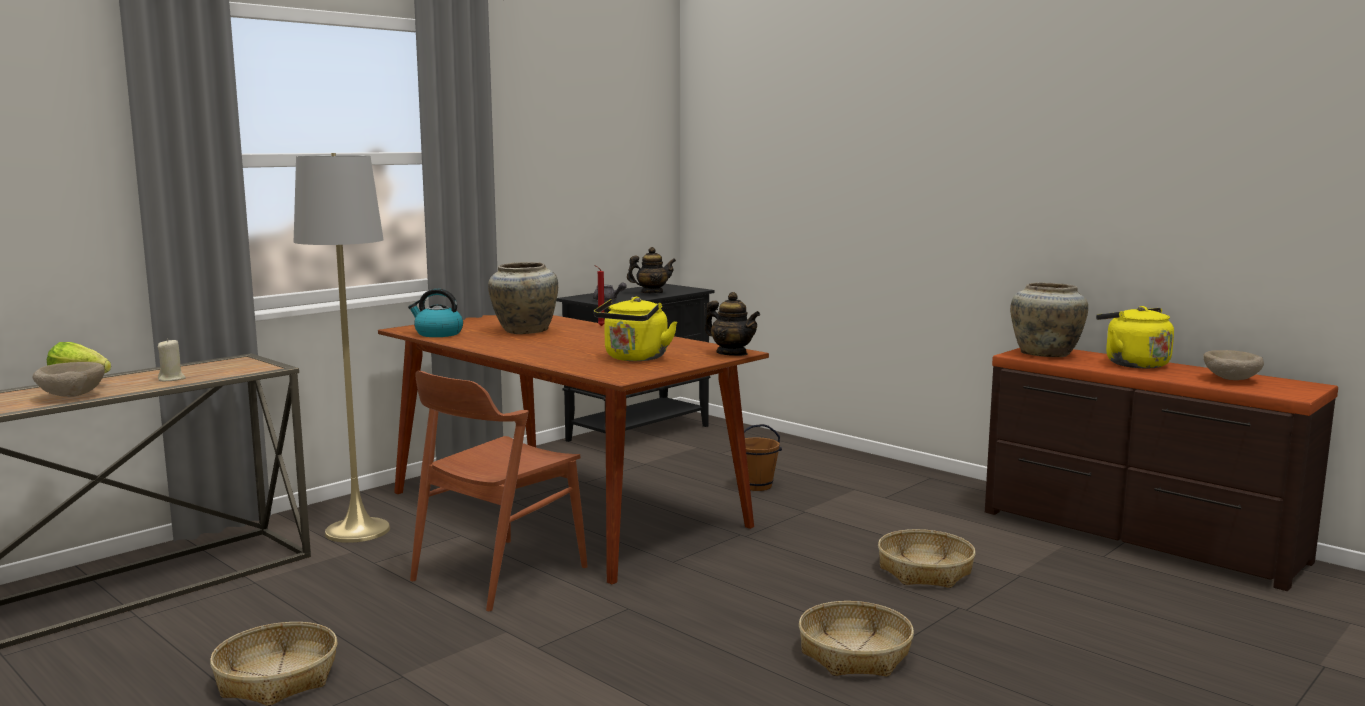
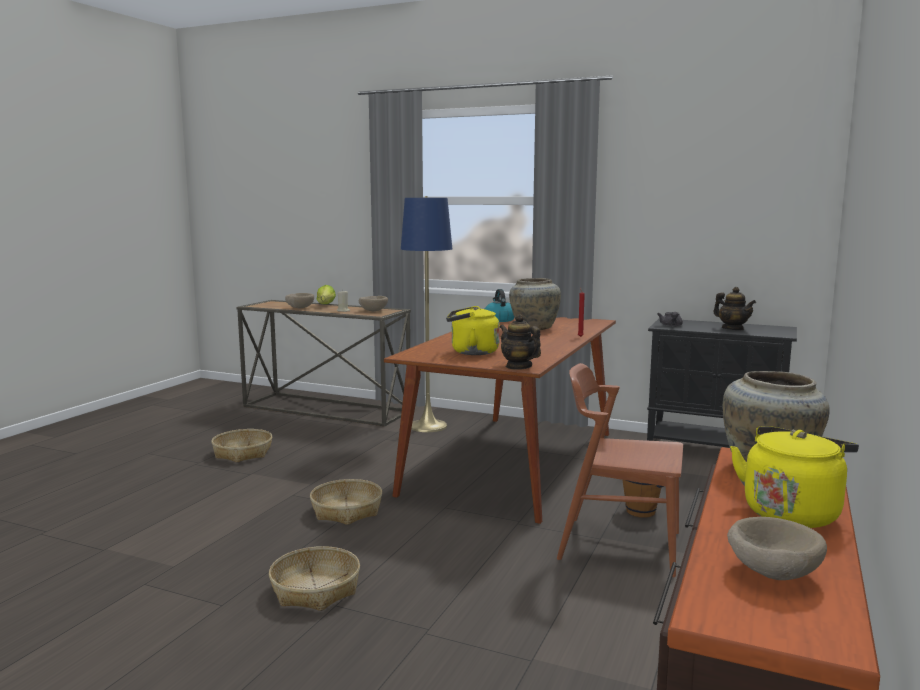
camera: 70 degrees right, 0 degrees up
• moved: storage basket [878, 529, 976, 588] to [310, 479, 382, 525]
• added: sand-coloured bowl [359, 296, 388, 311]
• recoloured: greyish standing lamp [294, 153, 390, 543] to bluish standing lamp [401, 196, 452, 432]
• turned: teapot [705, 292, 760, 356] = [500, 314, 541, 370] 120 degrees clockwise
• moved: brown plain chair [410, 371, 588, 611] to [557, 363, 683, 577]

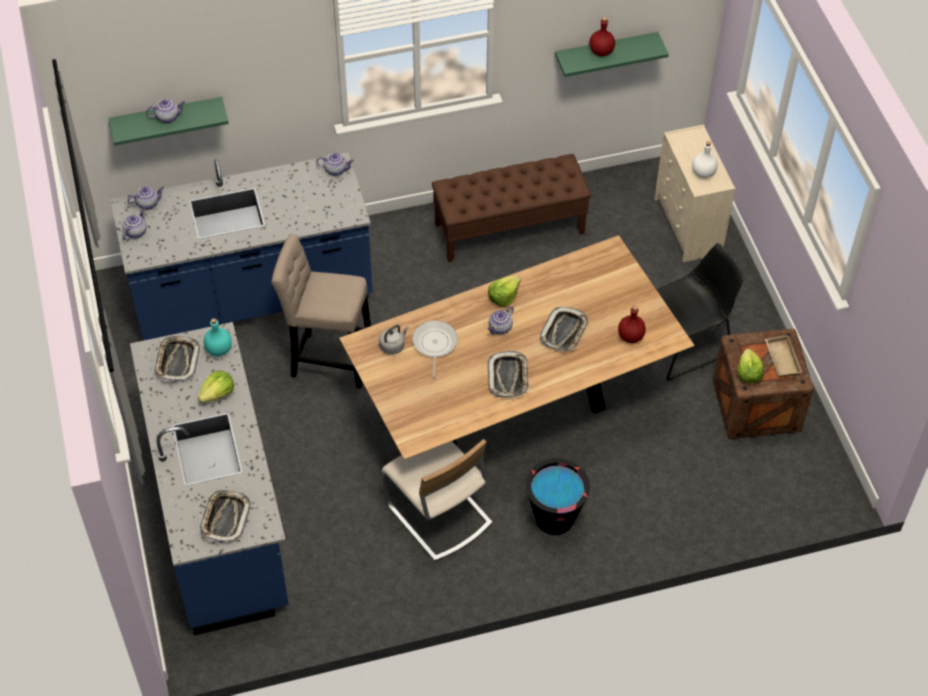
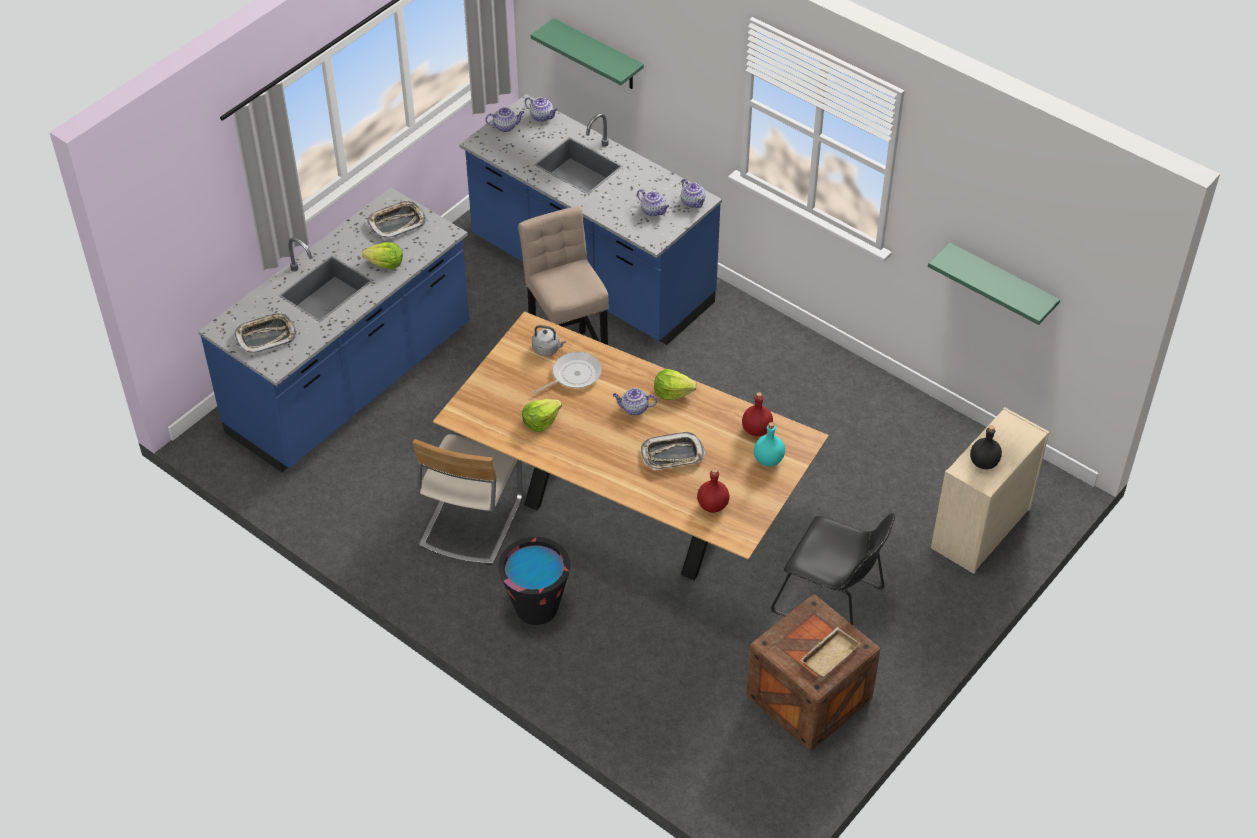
camera: 55 degrees right, 5 degrees down
• moved: head of lettuce [737, 349, 764, 383] to [522, 399, 562, 432]
• moved: teapot [146, 99, 185, 123] to [637, 189, 669, 216]
• moved: red beverage bottle [589, 17, 615, 56] to [742, 392, 773, 437]
• moved: turquoise beverage bottle [204, 318, 232, 356] to [754, 422, 785, 467]
• recoloured: white-coloured beverage bottle [692, 141, 718, 178] to blackish beverage bottle [970, 425, 1002, 469]
• removed: brown indoor bench [432, 154, 591, 262]
• removed: serving tray [488, 351, 529, 398]

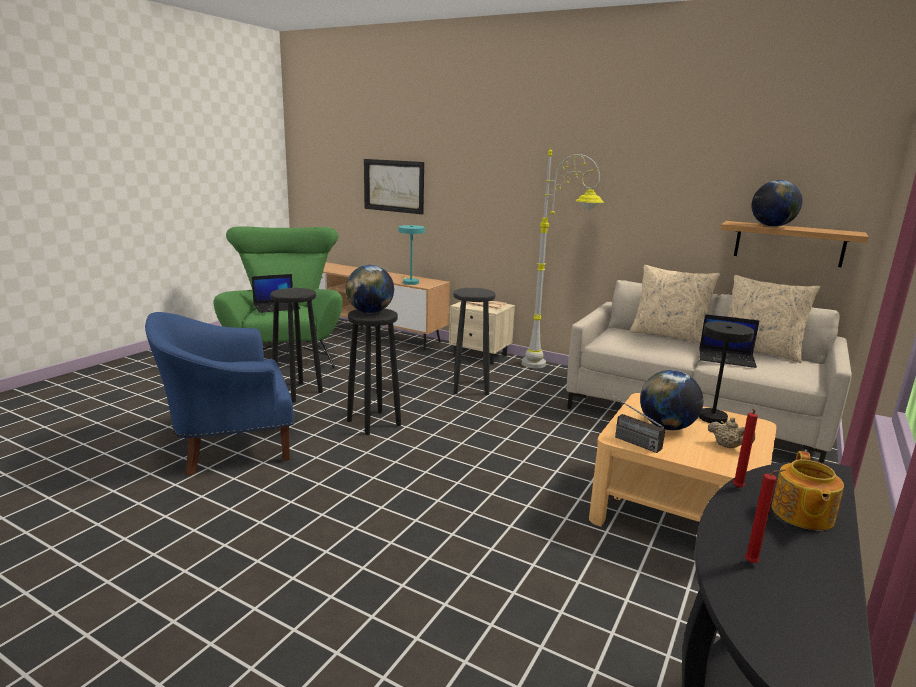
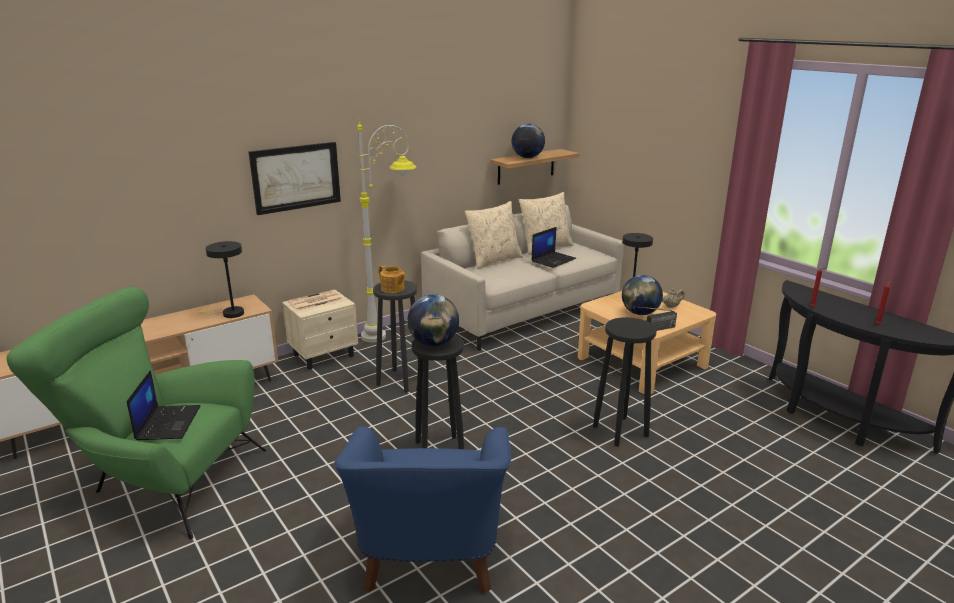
camera: 65 degrees left, 5 degrees up
• recoloured: turquoise tabletop lamp [398, 225, 425, 285] to blackish tabletop lamp [198, 241, 244, 318]
• moved: wall picture [364, 159, 424, 214] to [248, 142, 341, 215]
• moved: teapot [772, 451, 844, 530] to [379, 265, 407, 293]
• moved: blackish sitting stool [270, 288, 323, 402] to [593, 317, 656, 447]

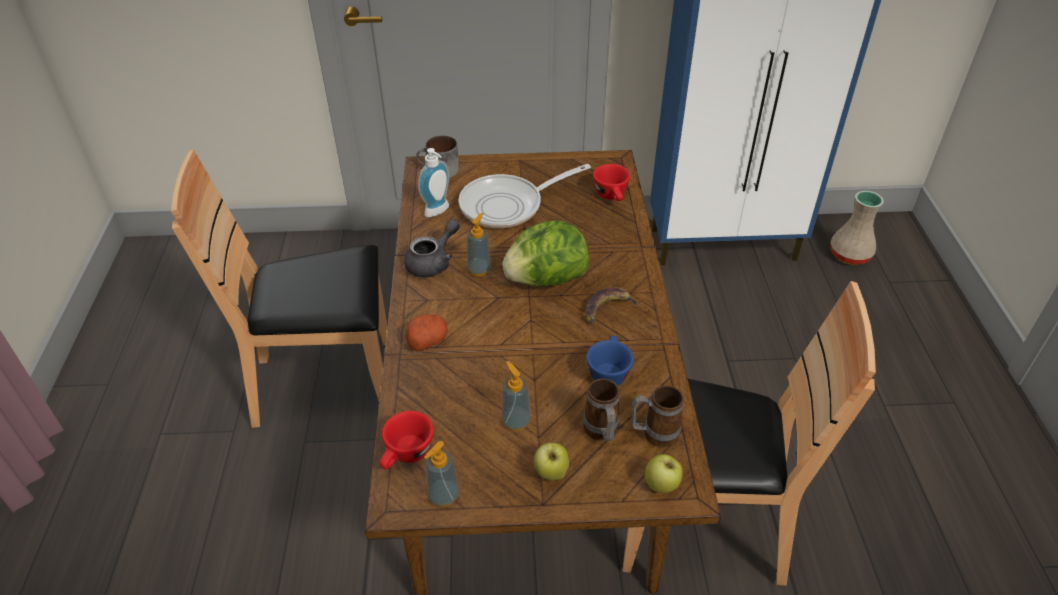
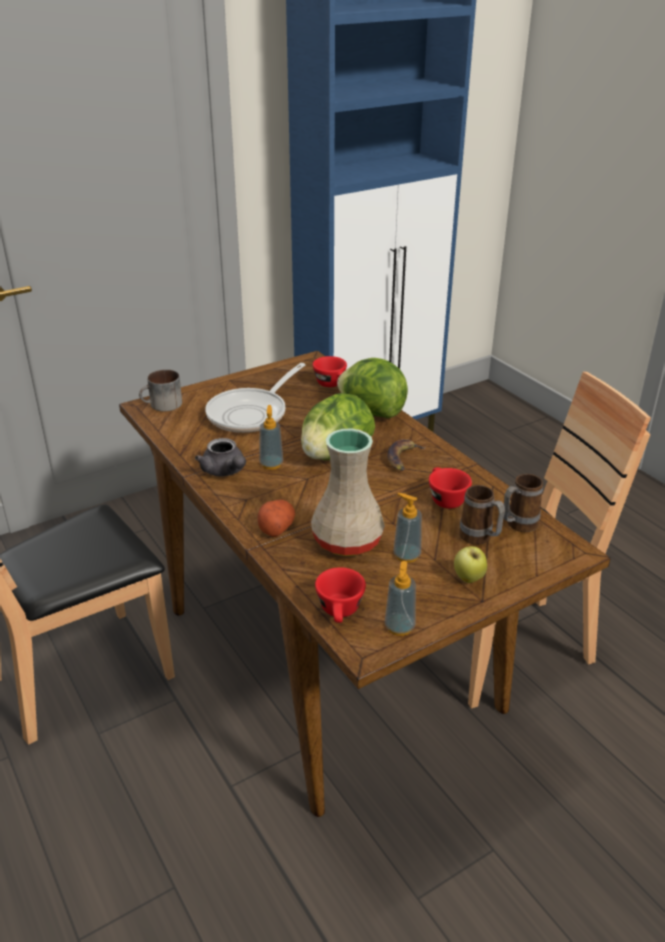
camera: 30 degrees left, 10 degrees down
• turned: greyish teapot [404, 219, 460, 277] = [195, 438, 246, 476] 135 degrees clockwise
• moved: sand-coloured decorative vase [831, 191, 884, 265] to [311, 428, 385, 556]
• added: head of lettuce [337, 358, 408, 418]
• recoloured: bluish small cup [586, 336, 634, 386] to red small cup [429, 467, 472, 509]
• removed: soap bottle [418, 148, 449, 217]
• removed: apple fruit [645, 454, 683, 493]

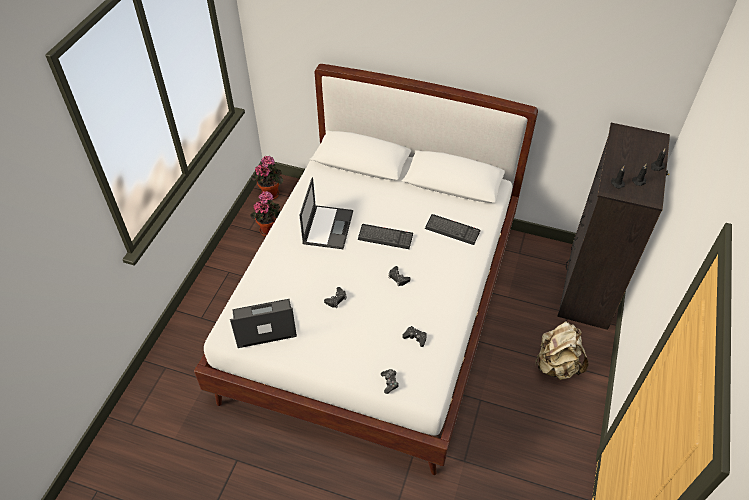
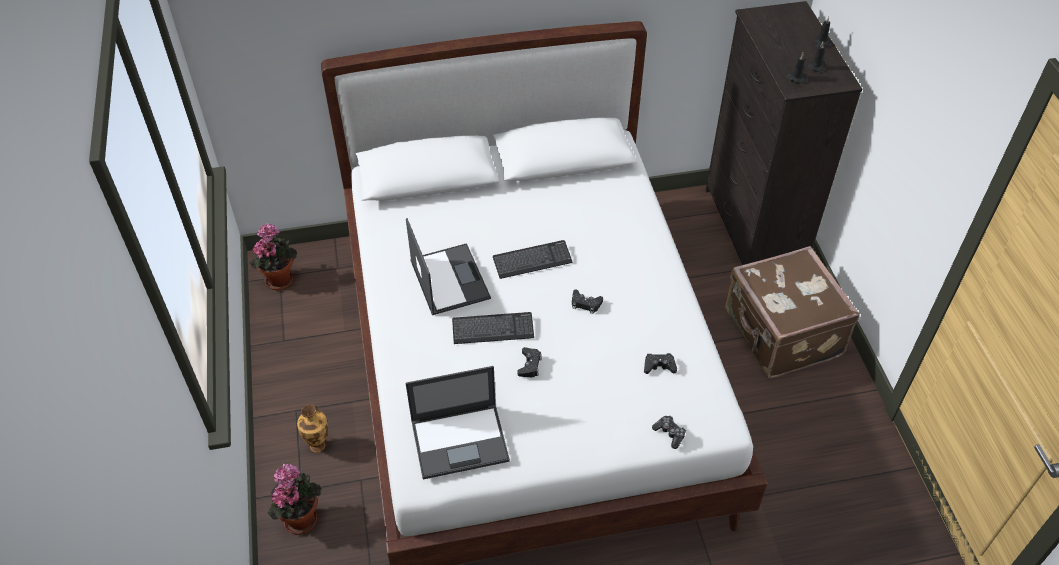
camera: 30 degrees left, 0 degrees up
• moved: plant in a pot [250, 191, 281, 237] to [268, 464, 321, 535]
• added: decorative vase [297, 405, 328, 453]
• turned: notebook computer [230, 299, 297, 348] = [406, 366, 510, 479] 150 degrees counterclockwise
• moved: PC keyboard [425, 214, 480, 245] to [452, 312, 534, 344]
• replaced: sand-coloured rucksack [535, 321, 589, 380] to brown travel case [725, 246, 860, 378]

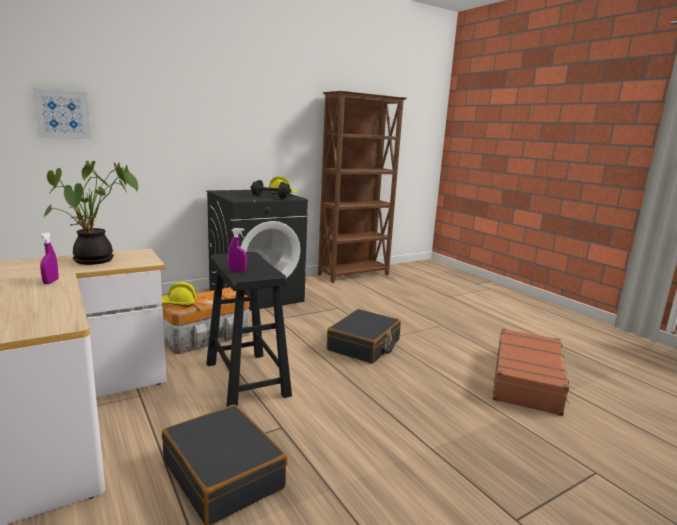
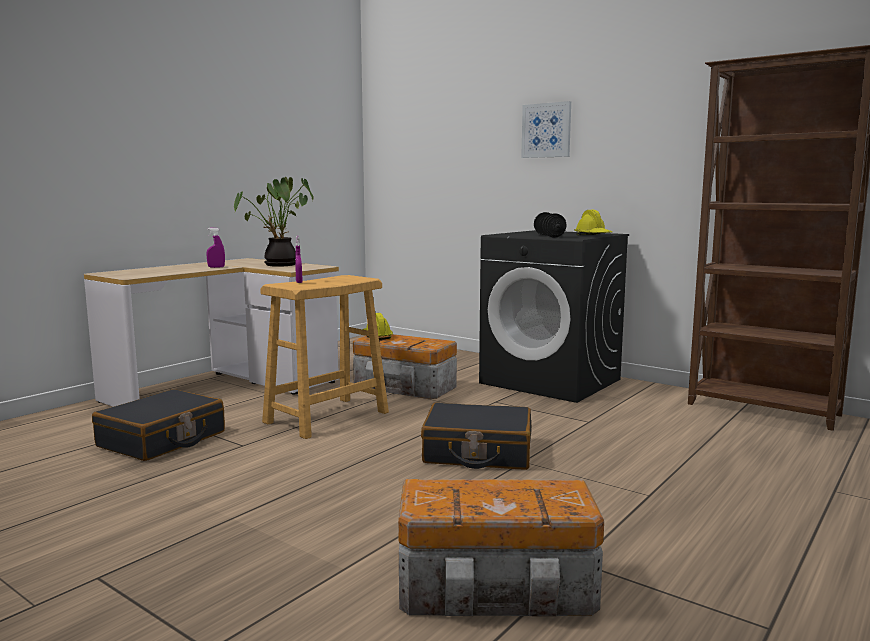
camera: 70 degrees right, 5 degrees down
• recoloured: blackish sitting stool [206, 252, 292, 407] to sand-coloured sitting stool [260, 275, 389, 439]
• replaced: brown travel case [493, 328, 570, 416] to storage container [398, 479, 604, 616]
• moved: wall picture [32, 88, 91, 140] to [521, 101, 571, 158]

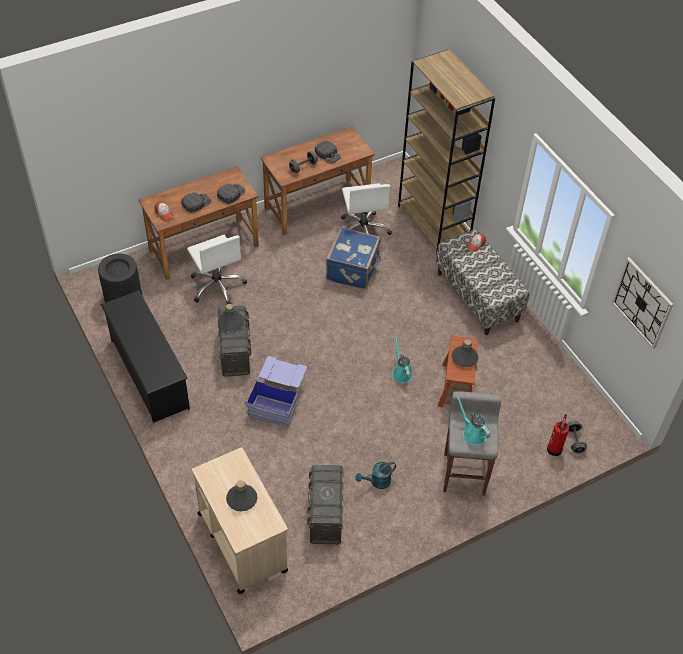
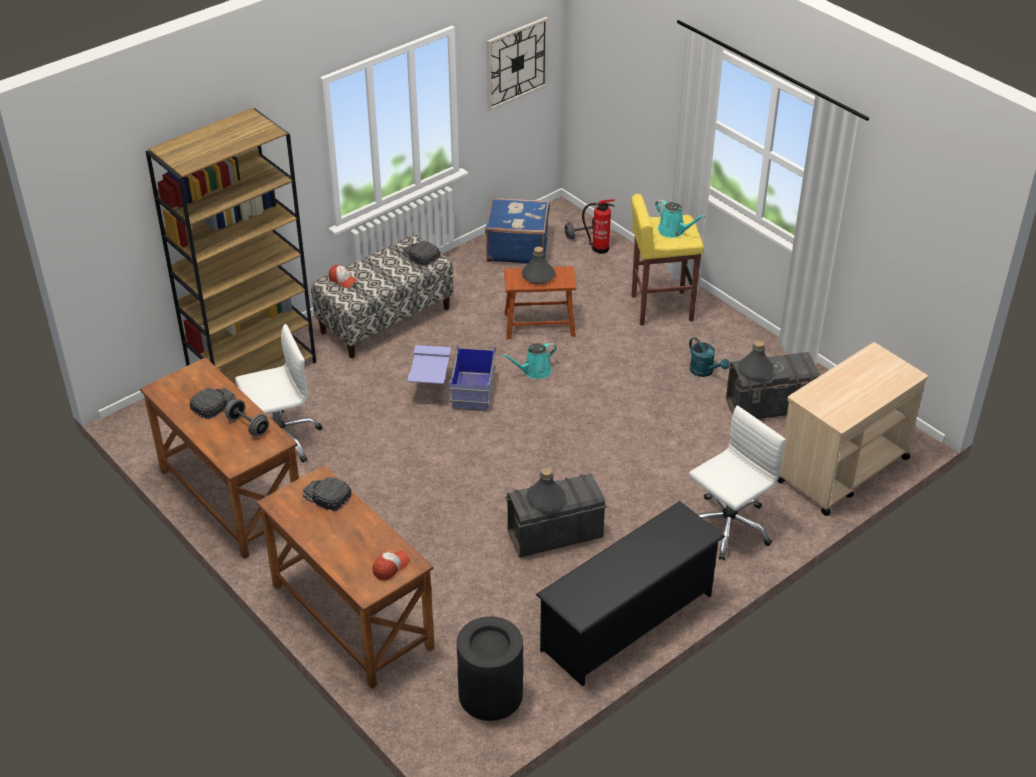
camera: 100 degrees left, 10 degrees down
• moved: blackish baseball cap [181, 192, 211, 213] to [402, 241, 440, 267]
• moved: bluish storage container [244, 356, 307, 427] to [407, 343, 496, 411]
• moved: bluish travel case [326, 227, 381, 289] to [485, 197, 550, 263]
• recoloured: greyish sitting stool [443, 392, 501, 495] to yellow sitting stool [631, 194, 704, 325]
• turned: turquoise sprinkling can [456, 395, 491, 445] = [655, 200, 706, 238] 90 degrees counterclockwise
• moved: white-coloured desk chair [187, 235, 247, 304] to [689, 405, 786, 560]
• moved: greyish beverage bottle [226, 480, 258, 511] to [738, 340, 774, 380]

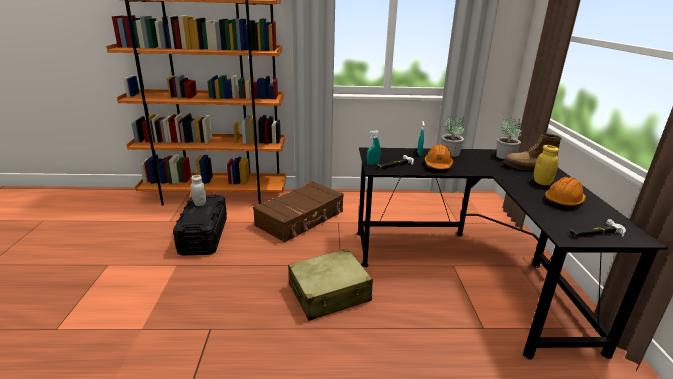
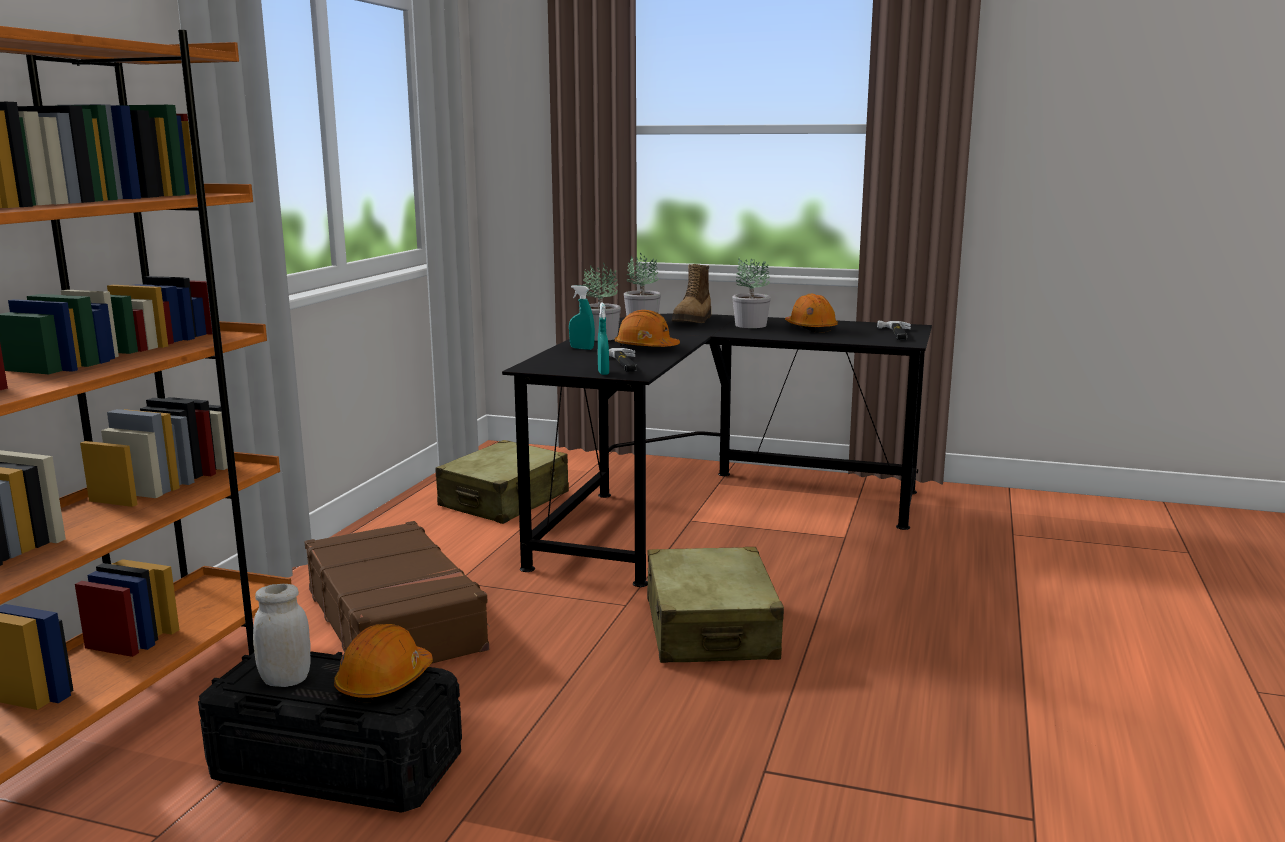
camera: 70 degrees left, 10 degrees down
• added: orangey hard hat [334, 624, 433, 702]
• added: sand-coloured travel case [436, 440, 569, 524]
• replaced: yellow jar [534, 145, 559, 185] to plant in a pot [732, 258, 771, 328]

